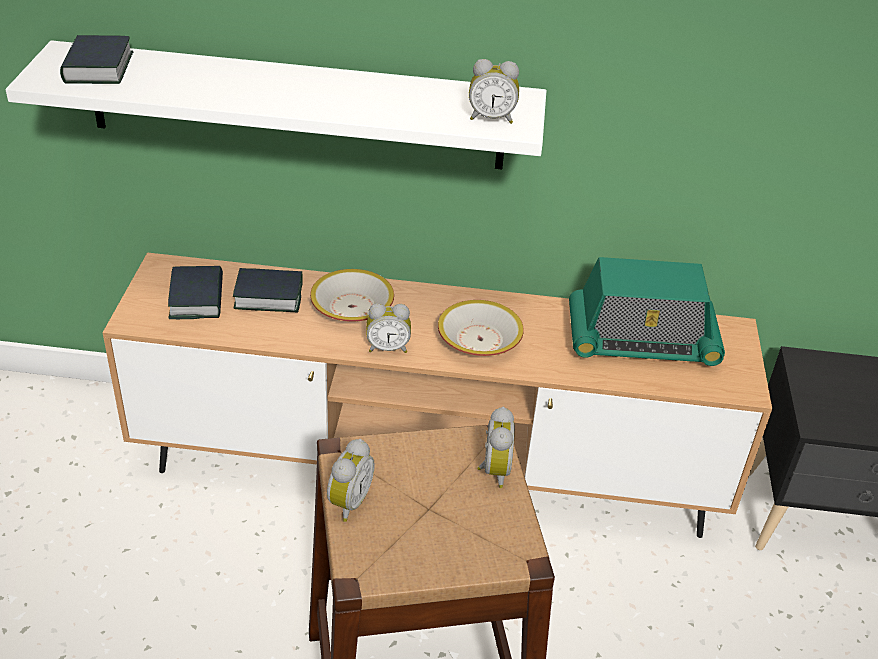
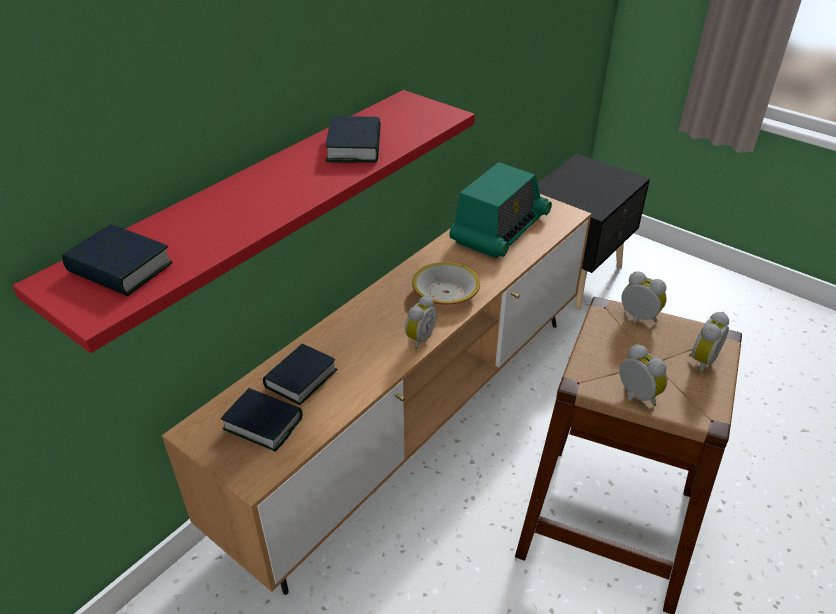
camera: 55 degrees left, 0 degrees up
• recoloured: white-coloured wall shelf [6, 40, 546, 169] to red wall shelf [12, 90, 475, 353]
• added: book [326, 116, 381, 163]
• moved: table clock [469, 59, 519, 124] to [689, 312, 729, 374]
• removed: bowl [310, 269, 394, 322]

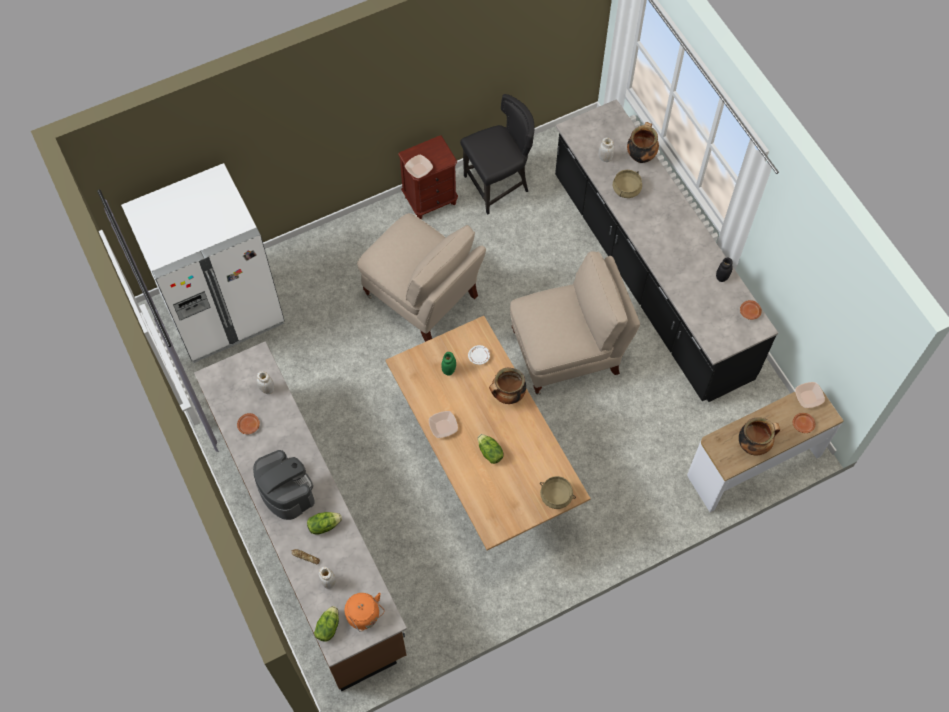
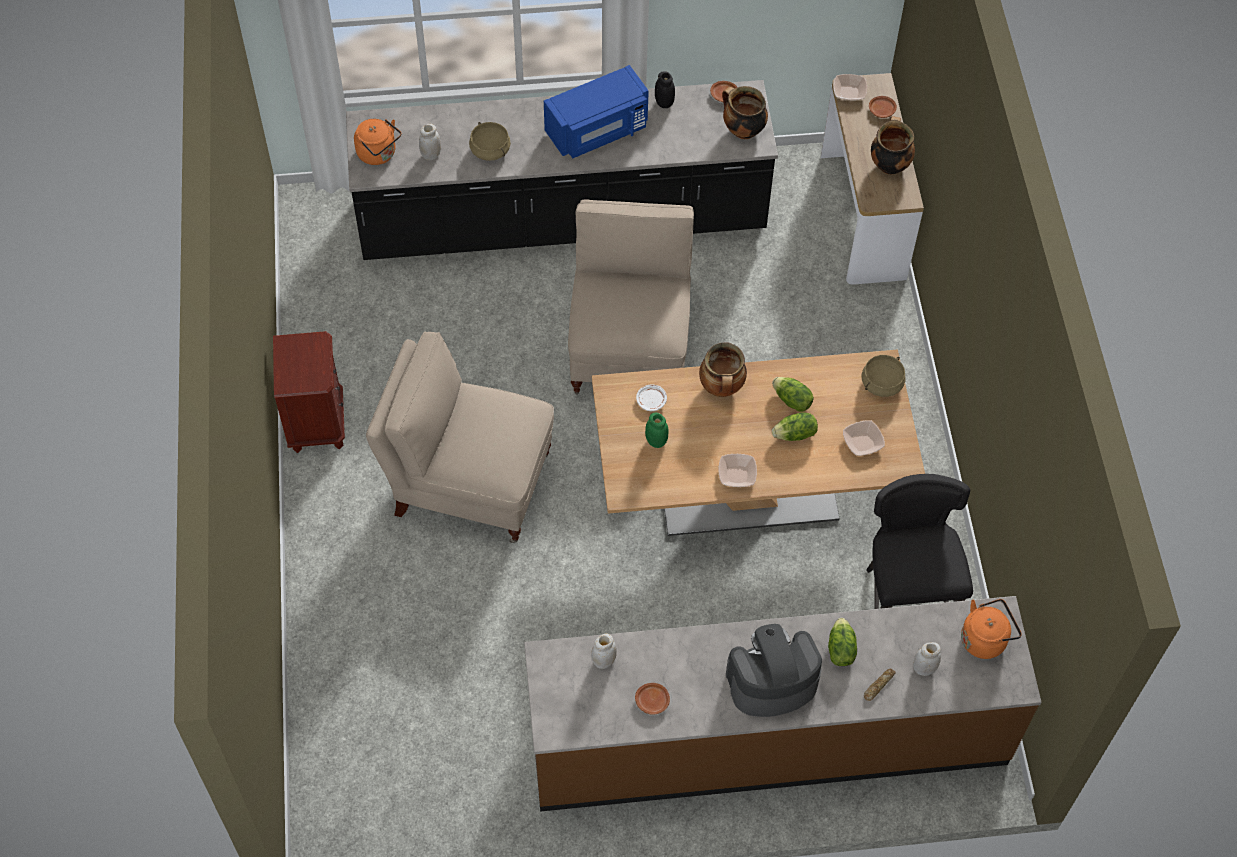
camera: 70 degrees left, 5 degrees down
• added: orangey kettle [354, 119, 401, 165]
• turned: sand-coloured plain chair [357, 213, 486, 342] = [366, 331, 554, 543] 135 degrees counterclockwise
• added: bluish microwave [544, 65, 649, 158]
• moved: saucepot [627, 122, 659, 163] to [722, 86, 768, 139]
• moved: head of lettuce [314, 606, 339, 642] to [772, 377, 814, 412]
• moved: bowl [405, 155, 433, 178] to [843, 420, 885, 456]
• moved: blackish plain chair [460, 94, 535, 215] to [866, 474, 973, 609]
• removed: white-coloured refrigerator [121, 163, 285, 363]

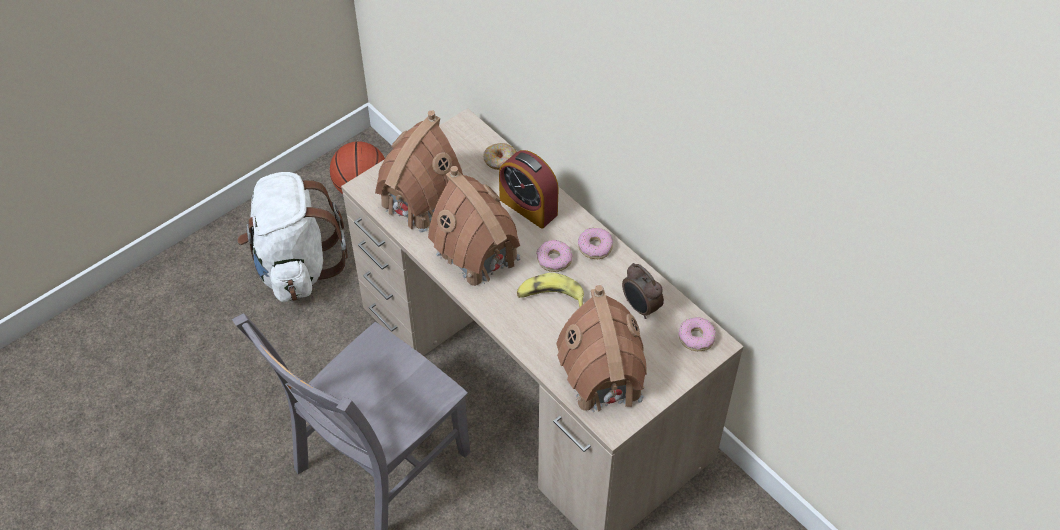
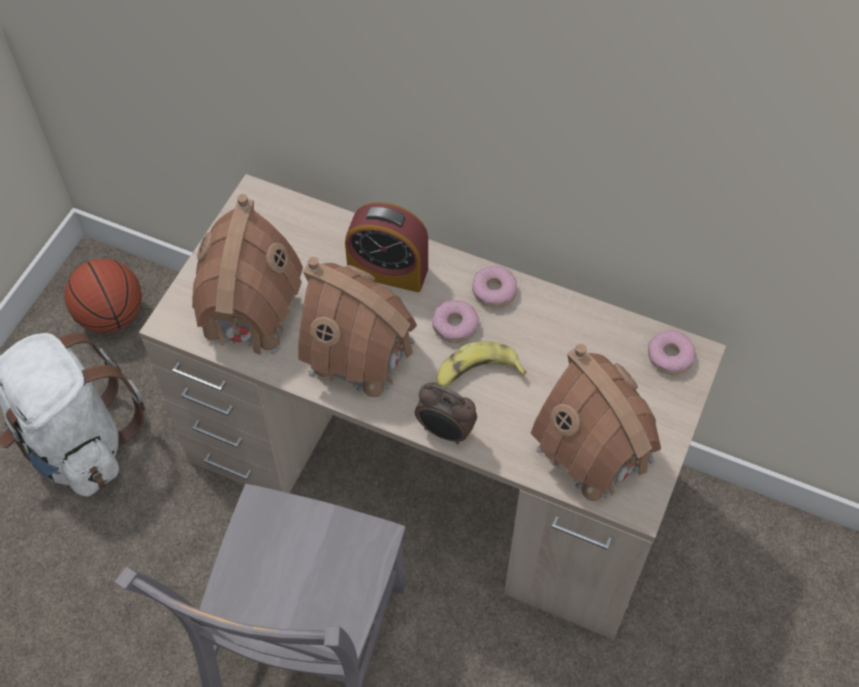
camera: 25 degrees left, 5 degrees up
• moved: table clock [622, 263, 664, 319] to [415, 382, 477, 445]
• removed: ring doughnut [483, 143, 517, 170]

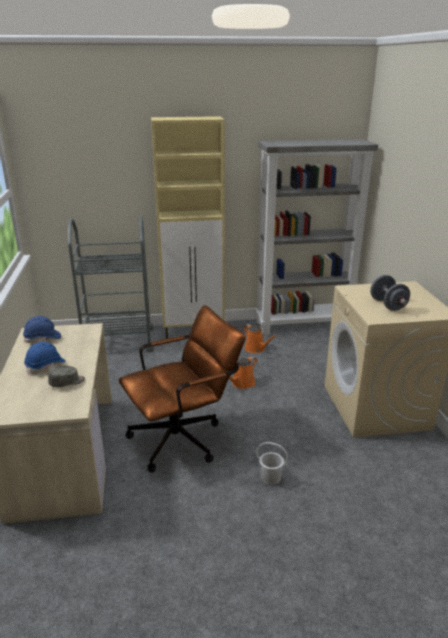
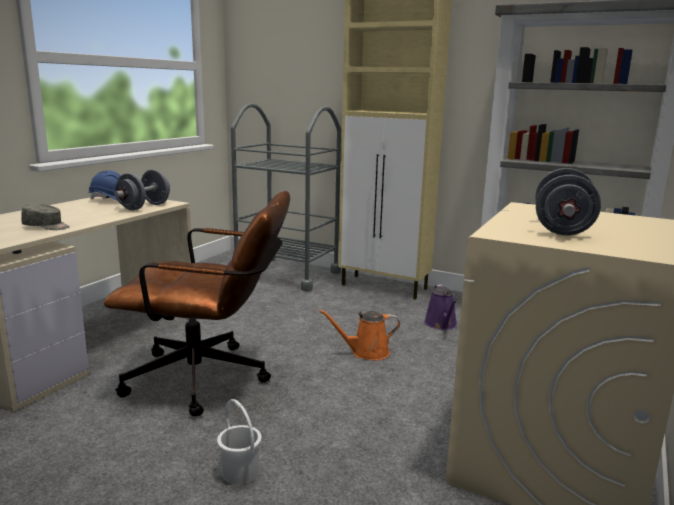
camera: 35 degrees right, 10 degrees down
• added: greyish hand weight [114, 170, 170, 210]
• recoloured: orangey sprinkling can [244, 324, 276, 353] to purplish sprinkling can [424, 285, 457, 330]
• removed: bluish hard hat [24, 342, 66, 375]

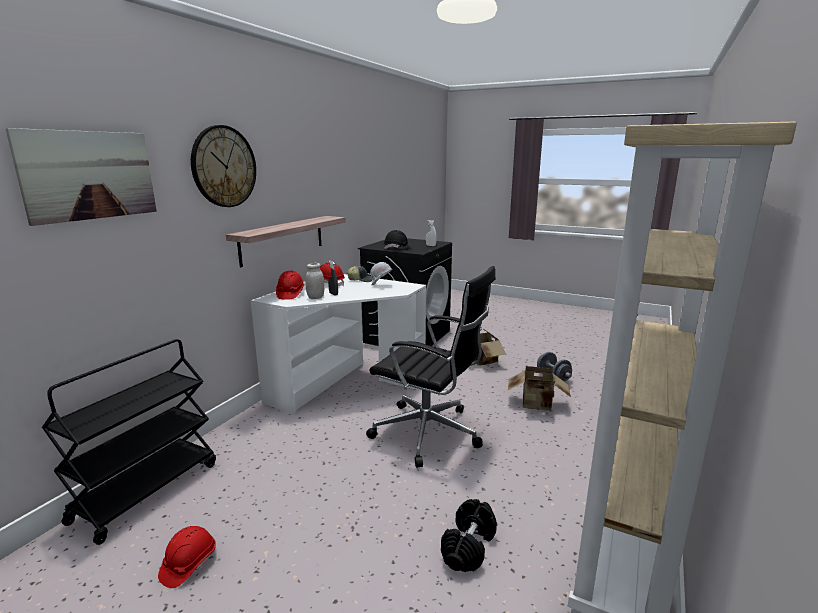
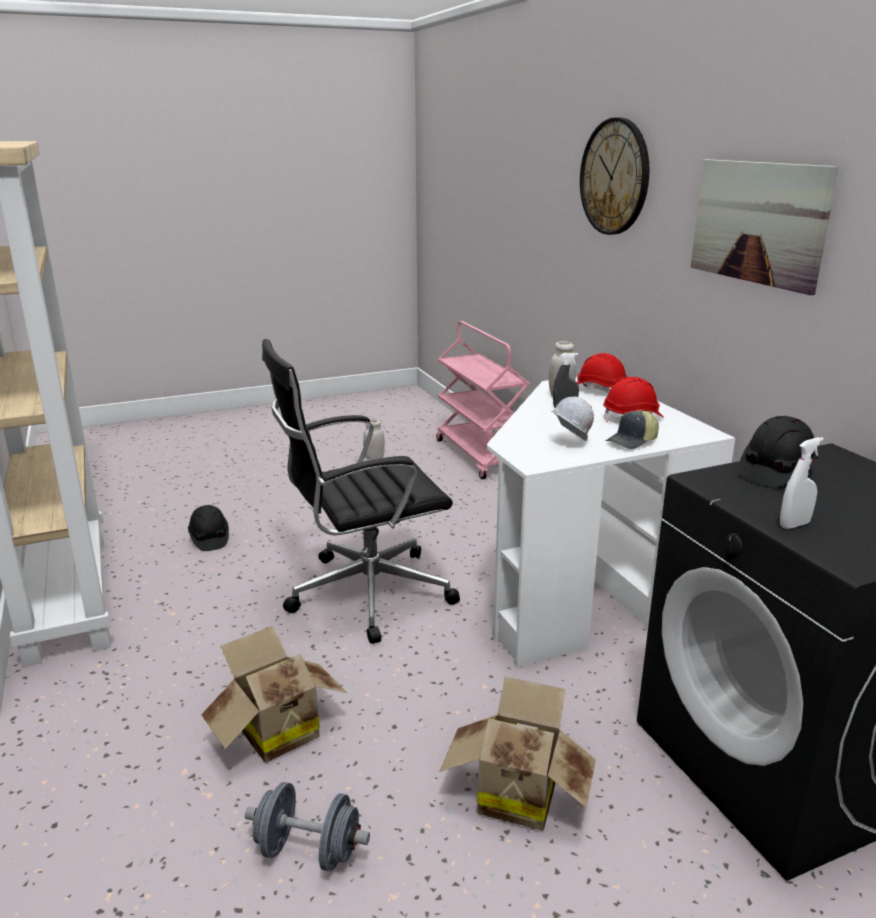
camera: 130 degrees right, 5 degrees up
• replaced: blackish hand weight [441, 499, 497, 572] to blackish hard hat [188, 505, 229, 551]
• replaced: red hard hat [158, 526, 216, 588] to white-coloured jar [363, 419, 385, 460]
• recoloured: blackish wheeled cart [42, 339, 216, 545] to pink-coloured wheeled cart [436, 321, 530, 479]
• moved: wall picture [5, 128, 157, 226] to [691, 159, 839, 295]
• removed: wall shelf [226, 216, 346, 267]

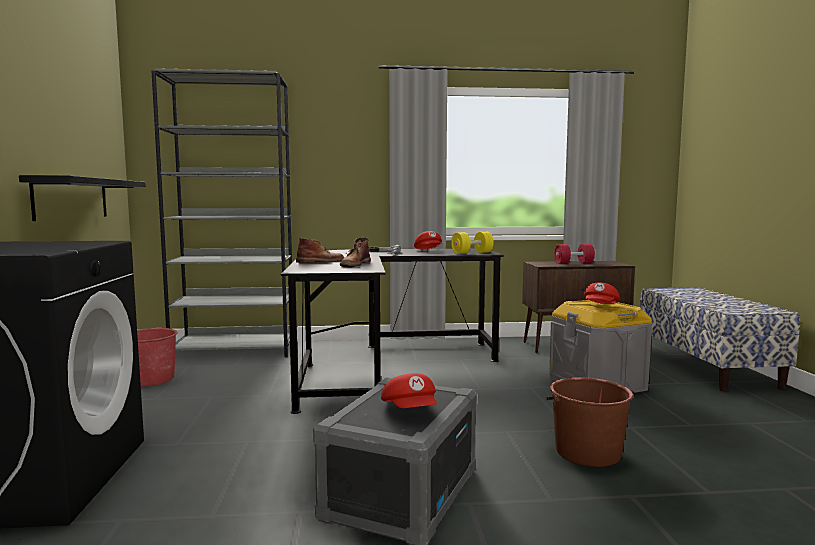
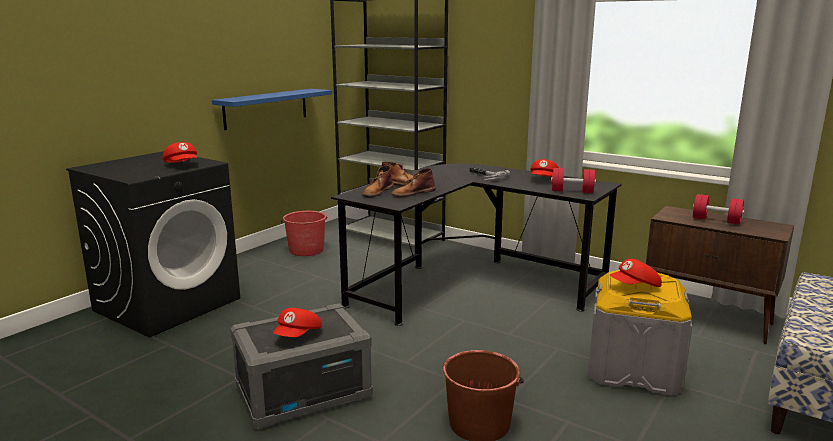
camera: 40 degrees right, 10 degrees up
• added: red baseball cap [163, 142, 197, 163]
• recoloured: blackish wall shelf [19, 175, 146, 221] to bluish wall shelf [212, 89, 332, 130]
• added: brown boot [362, 166, 394, 197]
• recoloured: yellow hand weight [451, 232, 494, 254] to red hand weight [551, 168, 596, 193]

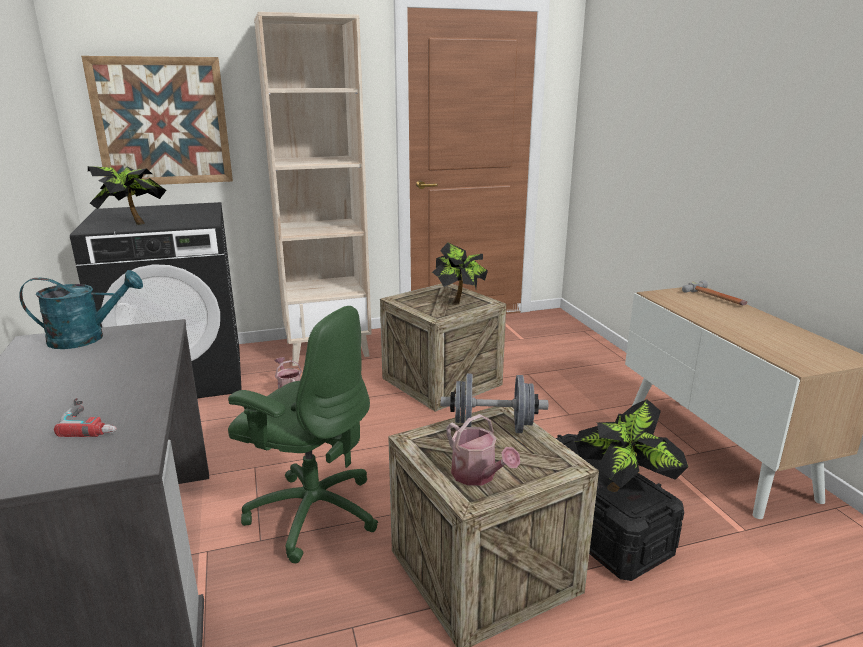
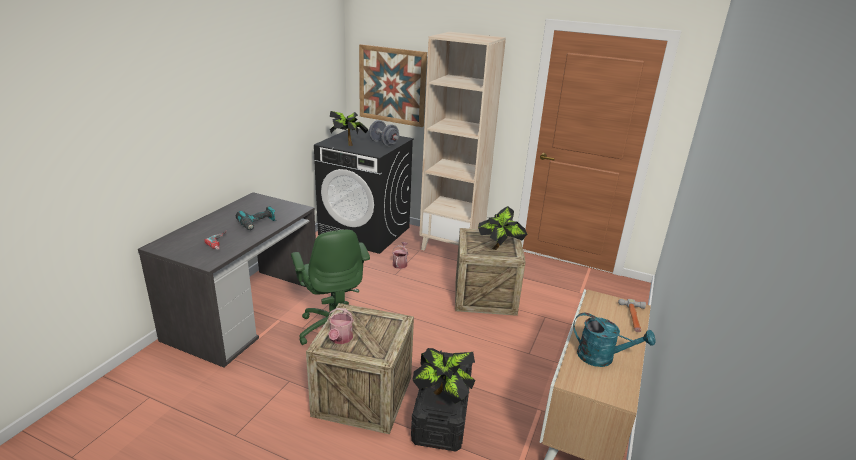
camera: 40 degrees right, 5 degrees up
• added: power drill [236, 206, 276, 230]
• moved: greyish hand weight [441, 374, 548, 433] to [369, 120, 399, 146]
• moved: turquoise sprinkling can [19, 270, 143, 349] to [573, 313, 655, 367]

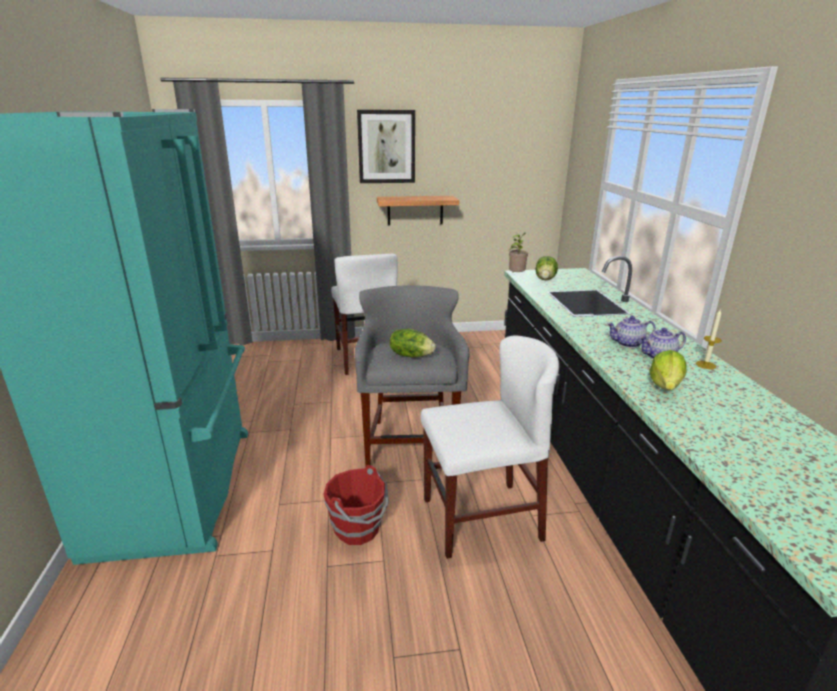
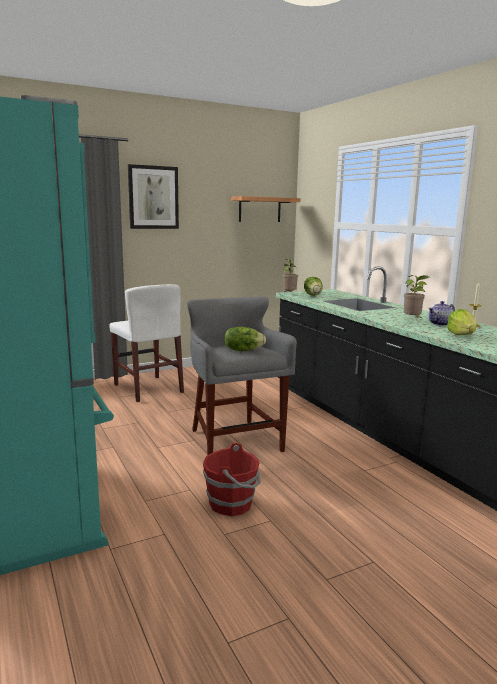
camera: 20 degrees left, 10 degrees down
• moved: wall shelf [377, 196, 459, 225] to [231, 196, 301, 222]
• replaced: teapot [607, 316, 656, 348] to plant in a pot [404, 275, 430, 319]
• removed: white-coloured plain chair [420, 335, 559, 559]

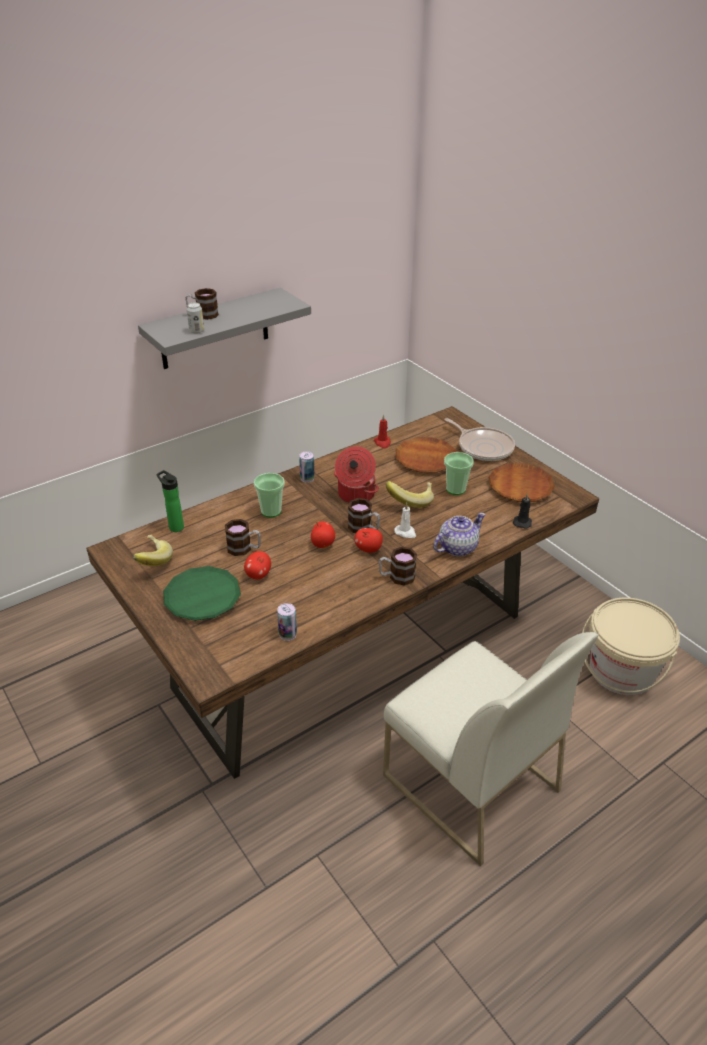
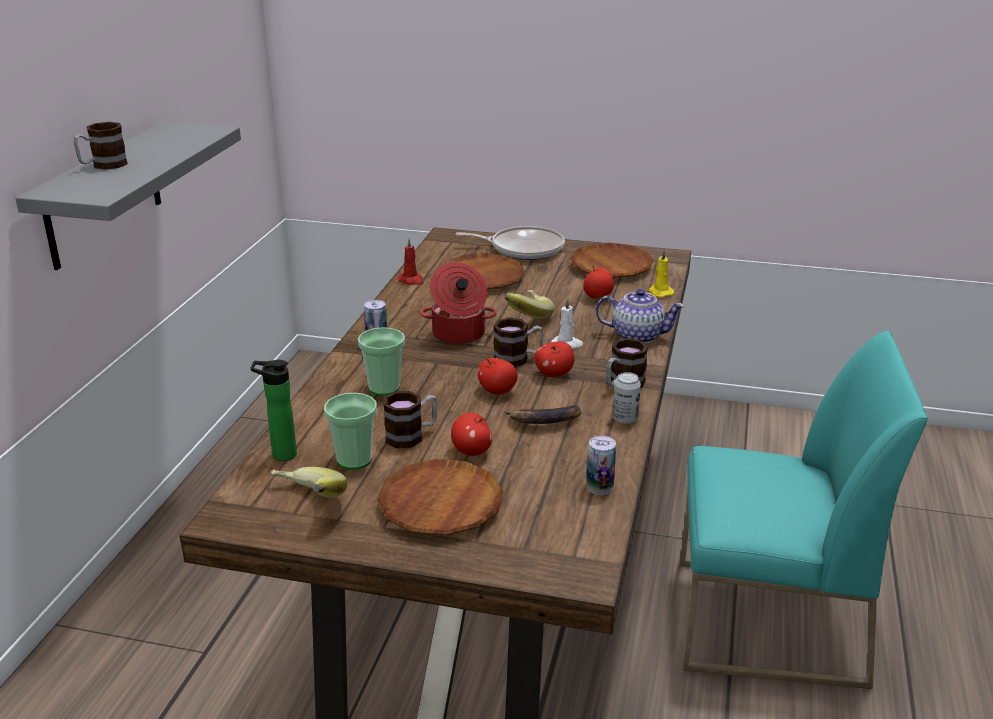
camera: 40 degrees left, 10 degrees down
• moved: small cup [444, 452, 474, 495] to [324, 393, 377, 470]
• recoloured: green dinner plate [163, 566, 241, 621] to brown dinner plate [377, 459, 503, 536]
• added: banana fruit [504, 405, 581, 424]
• added: apple fruit [583, 265, 614, 299]
• turned: teapot [433, 512, 486, 556] = [596, 289, 685, 344] 90 degrees clockwise
• moved: can [187, 303, 204, 334] to [613, 372, 641, 424]
• recoloured: blackish candle [513, 493, 532, 529] to yellow candle [648, 249, 674, 297]
• recoloured: white-coloured plain chair [383, 632, 599, 866] to turquoise plain chair [680, 330, 928, 689]
• removed: sand-coloured bucket [582, 598, 680, 695]

